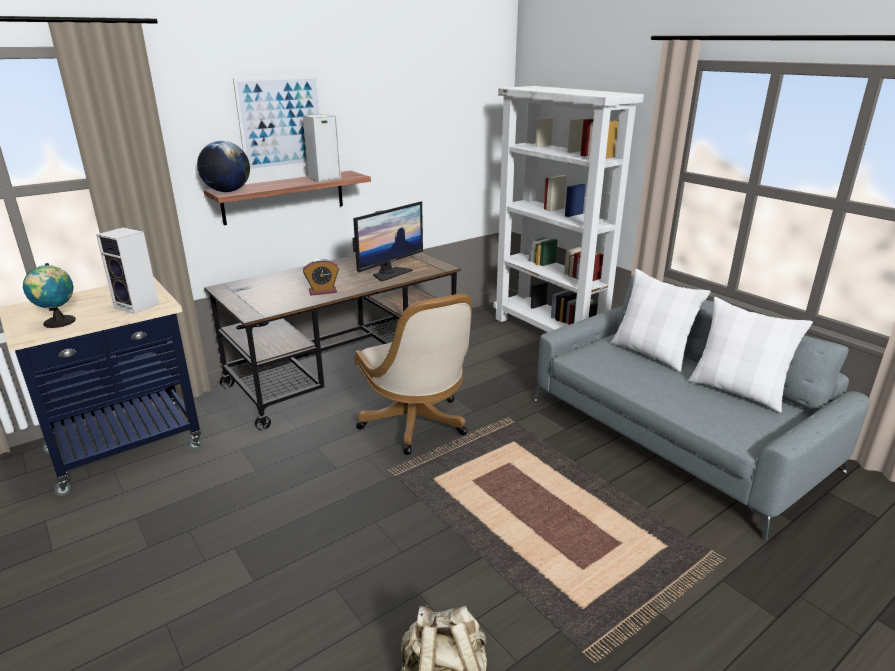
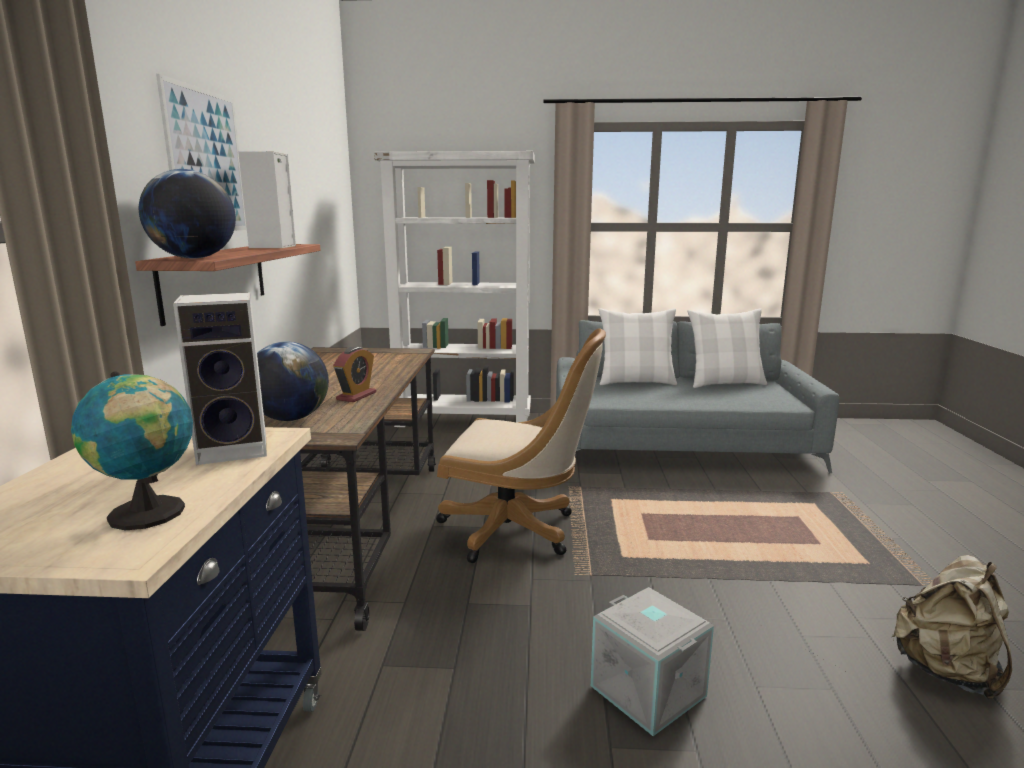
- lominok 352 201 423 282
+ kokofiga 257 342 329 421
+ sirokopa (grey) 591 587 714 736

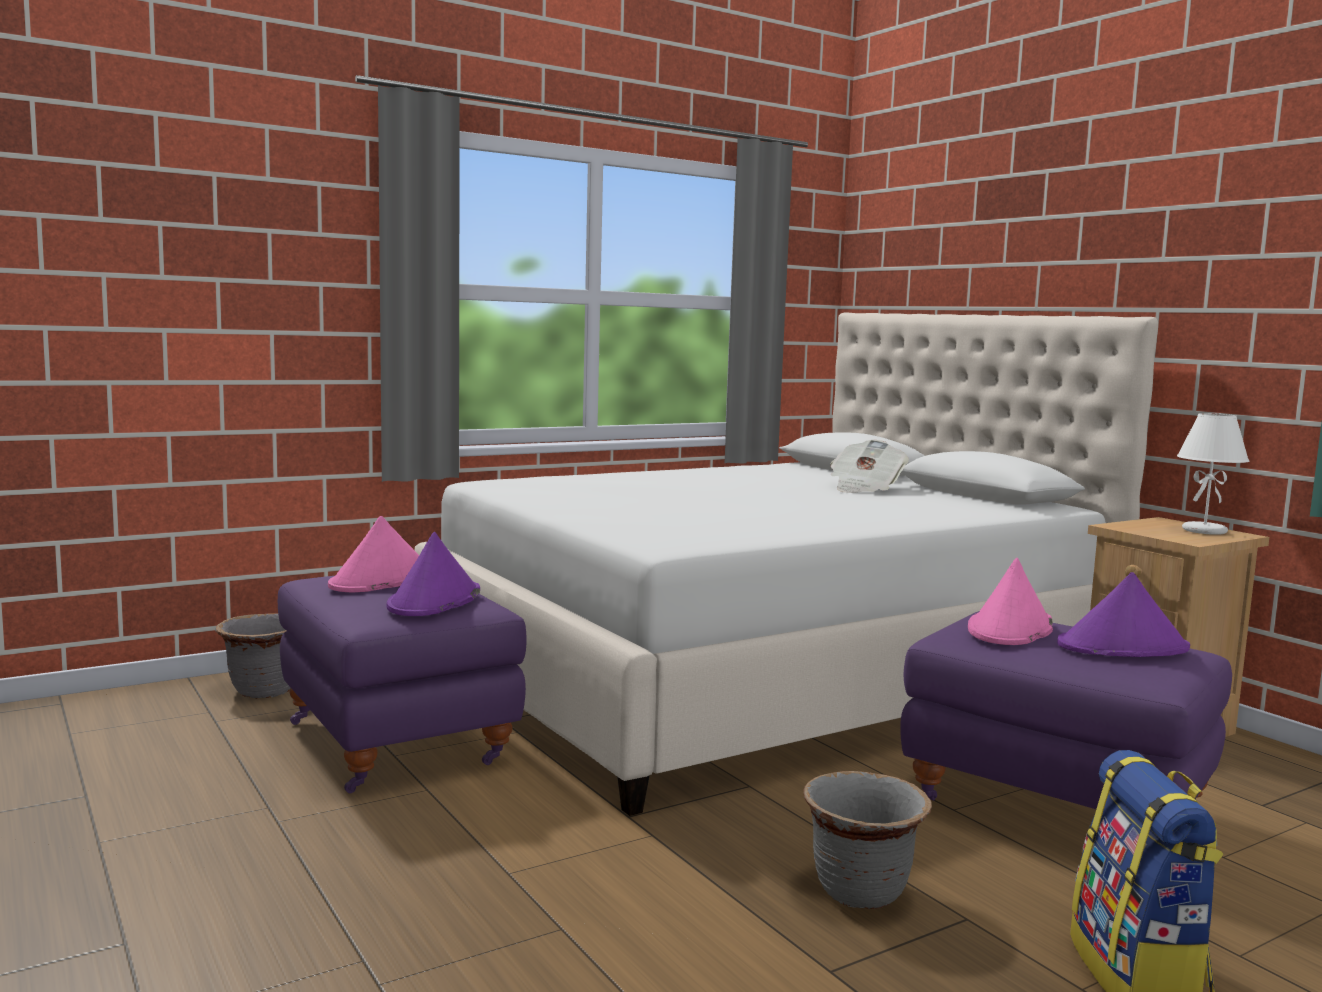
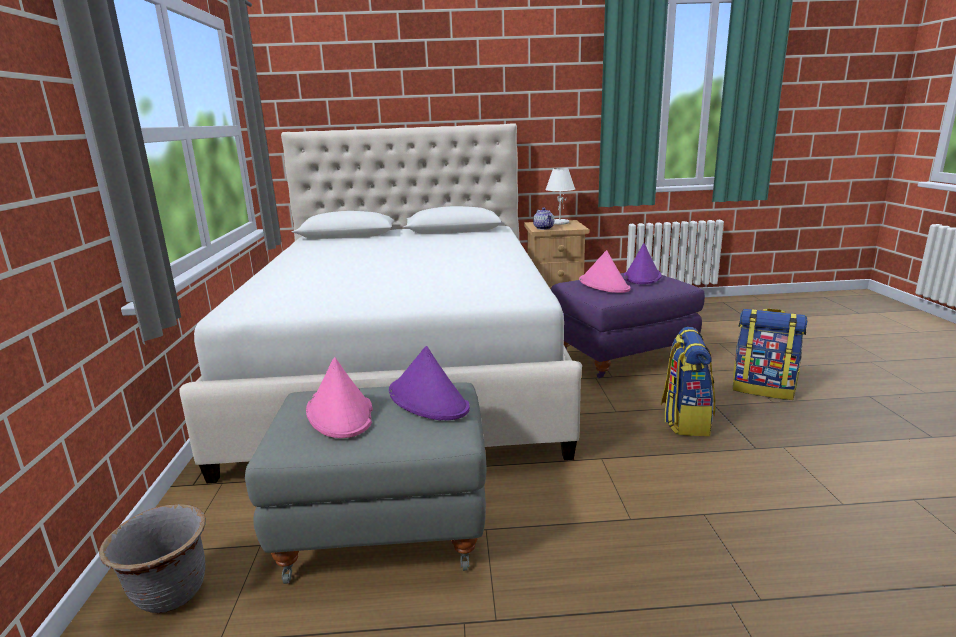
- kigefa 830 440 909 493
~ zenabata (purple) 278 575 526 793 to zenabata (grey) 245 383 486 584
~ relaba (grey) 803 771 932 909 to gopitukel 661 327 715 436
+ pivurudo 533 208 554 230

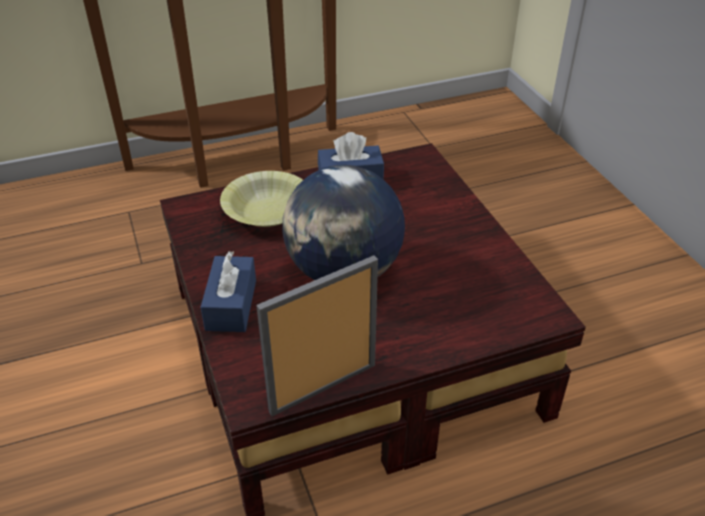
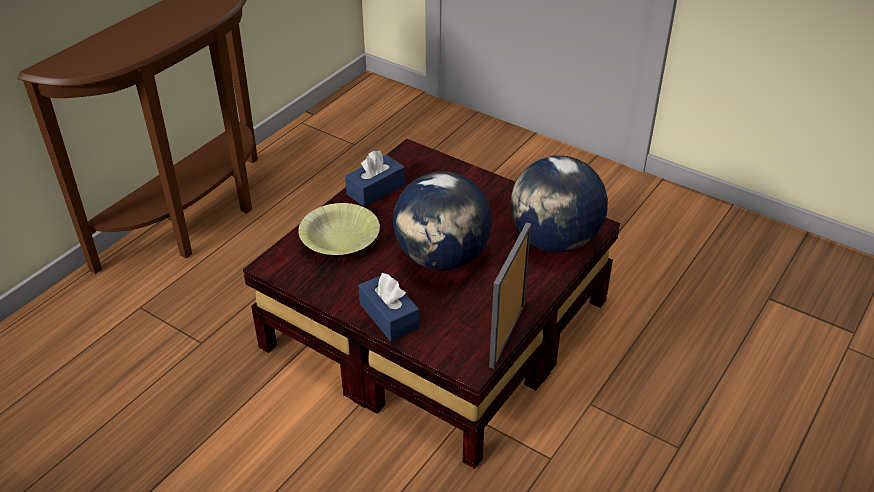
+ kokofiga 510 156 608 252

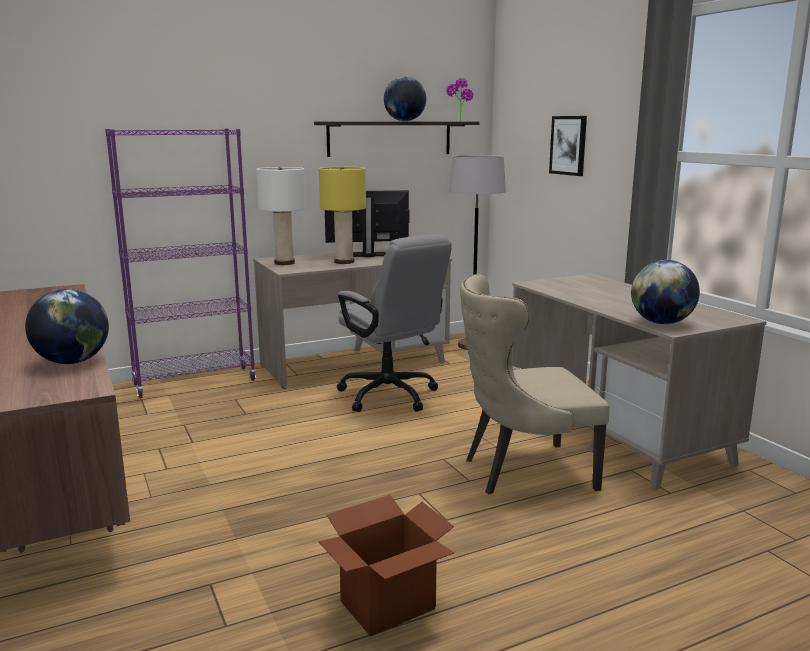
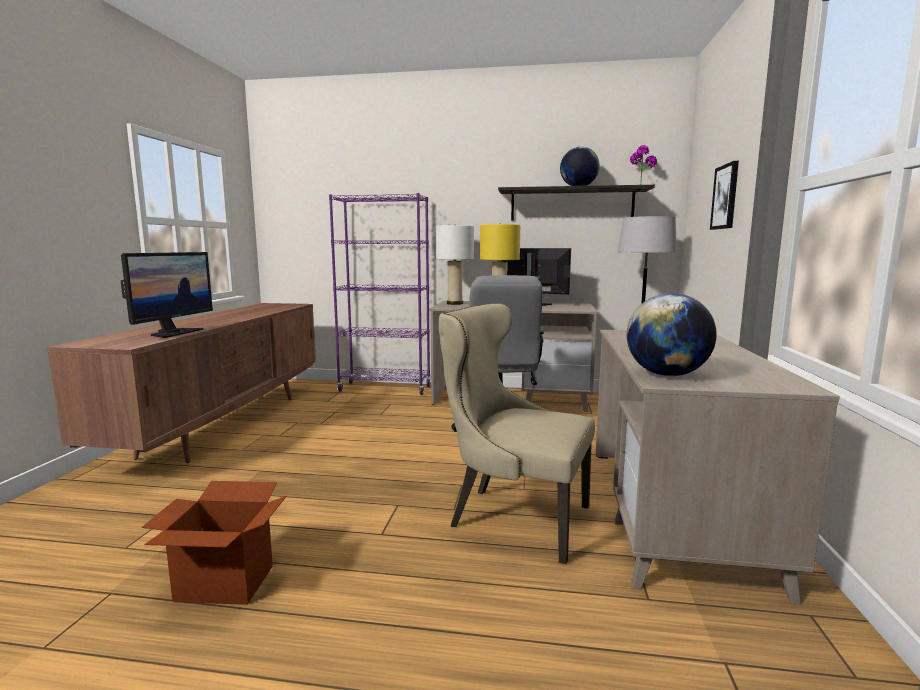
~ kokofiga 25 289 109 364 to lominok 121 252 213 338

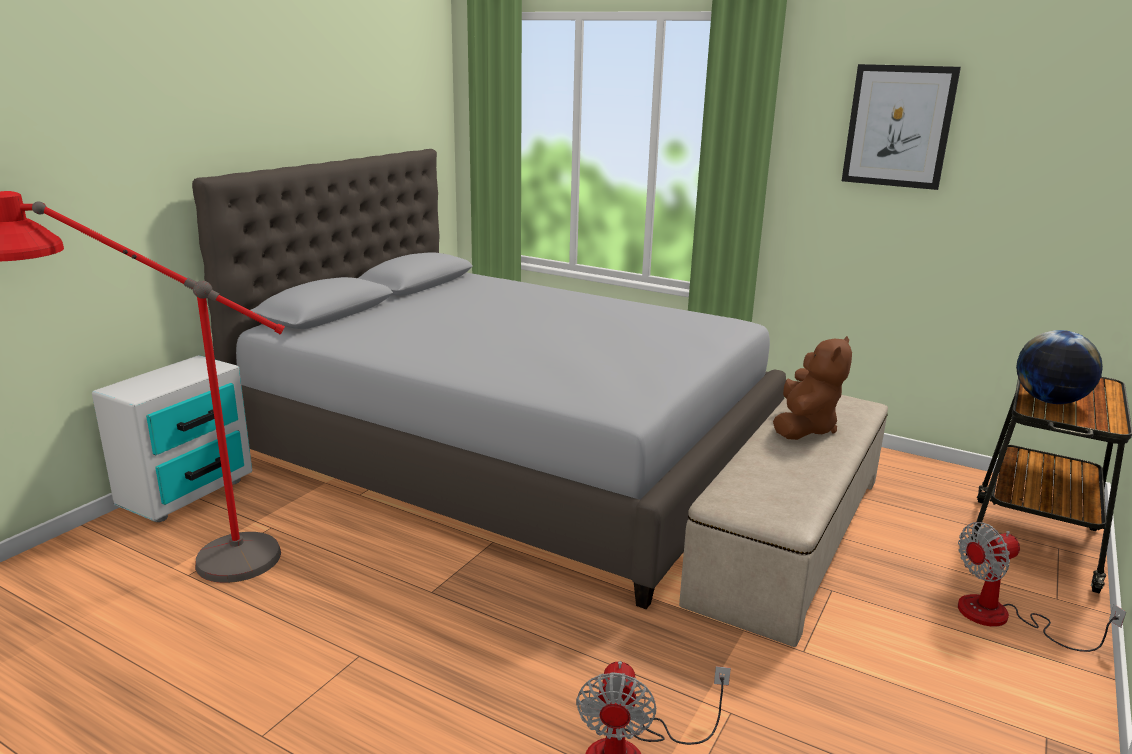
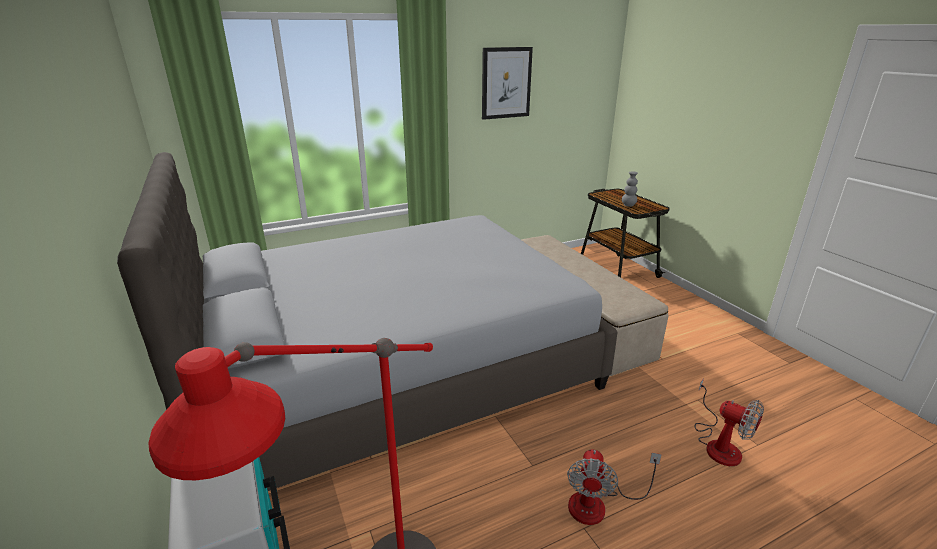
~ kokofiga 1016 330 1103 404 to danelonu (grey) 622 171 638 207
- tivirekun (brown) 773 336 852 440
~ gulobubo 958 522 1126 652 to 567 449 662 525

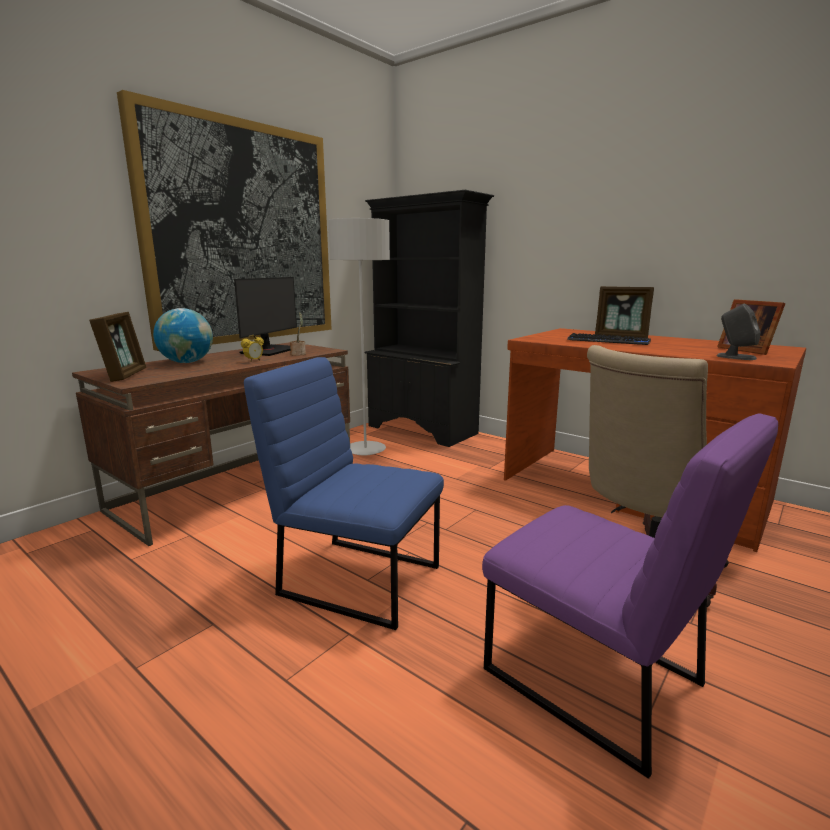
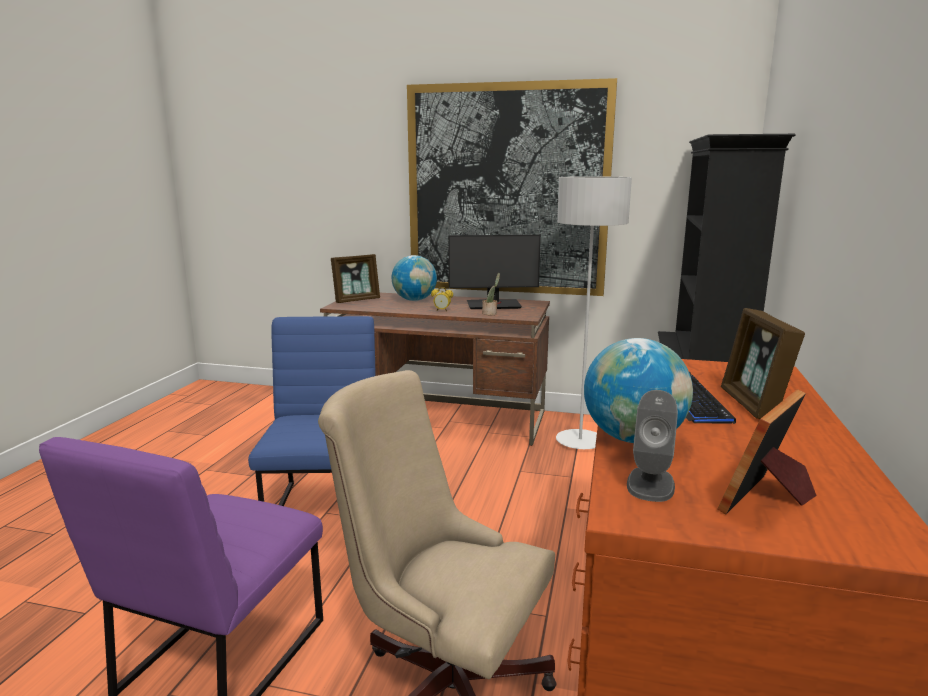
+ kokofiga 584 338 693 443

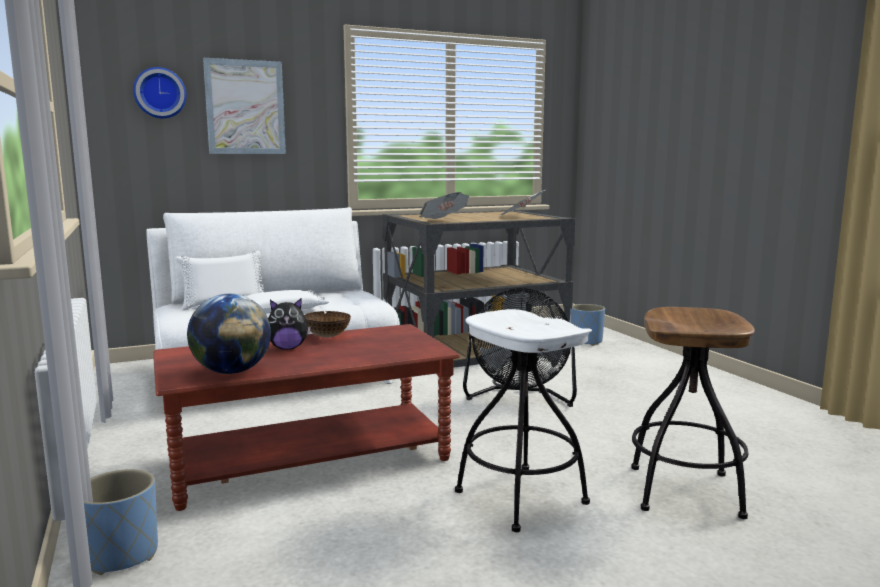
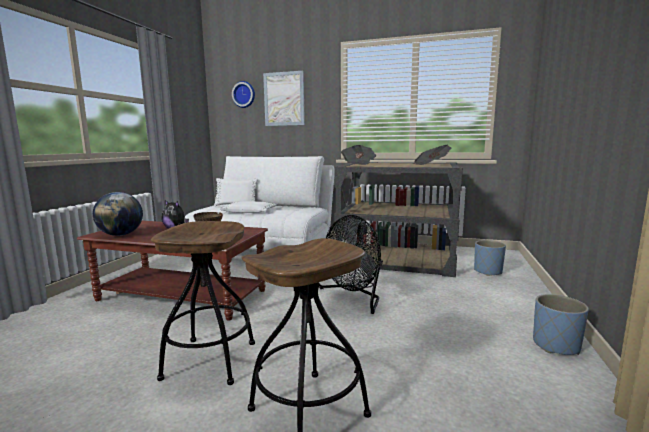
~ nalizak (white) 455 309 592 532 to nalizak (brown) 151 221 255 385
~ relaba (blue) 84 469 158 575 to 533 294 589 355

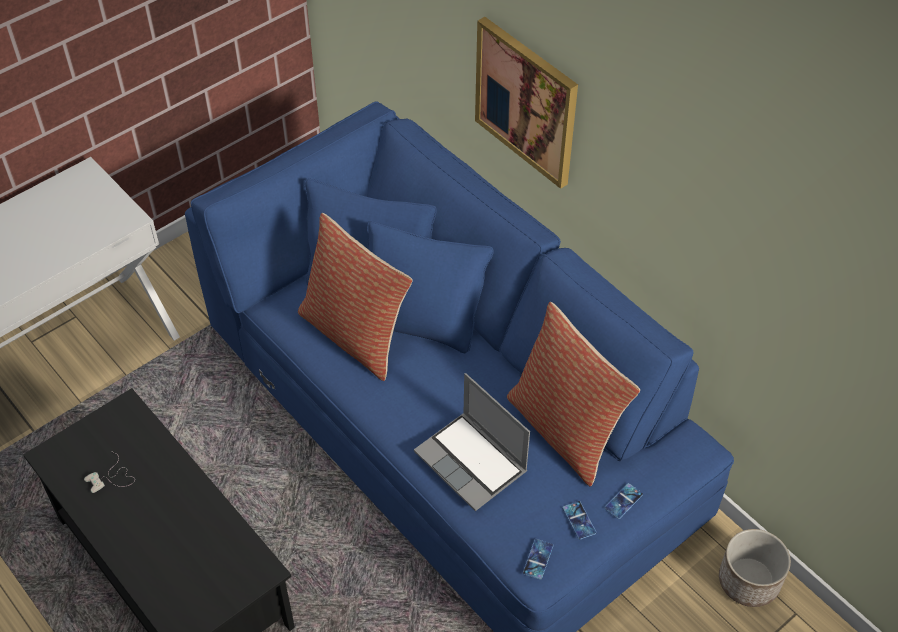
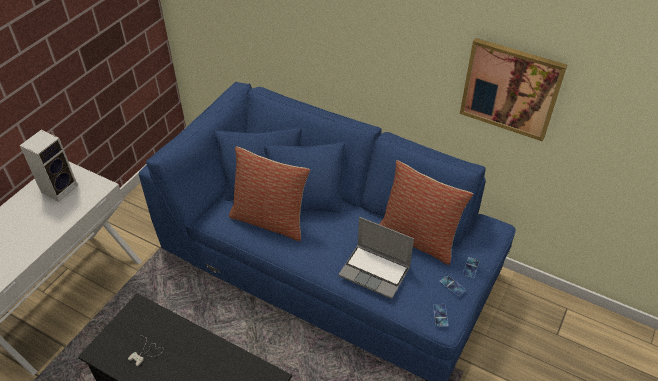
~ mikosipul 475 17 578 189 to 460 38 567 142
- relaba 719 529 791 607
+ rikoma 20 130 78 202

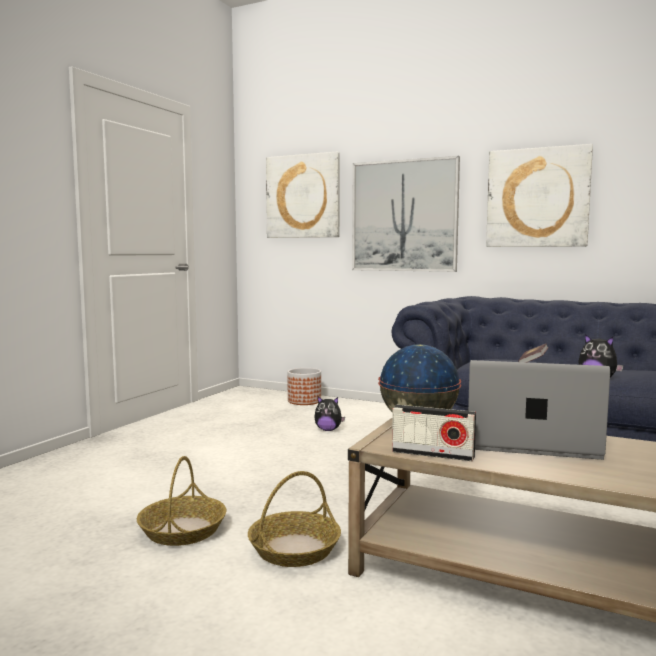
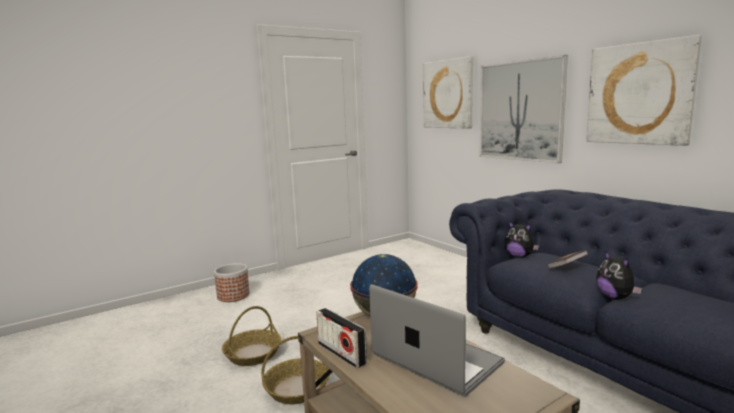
~ relaba 287 368 321 405 to 214 263 250 302
~ tivirekun 314 397 345 431 to 504 221 539 258

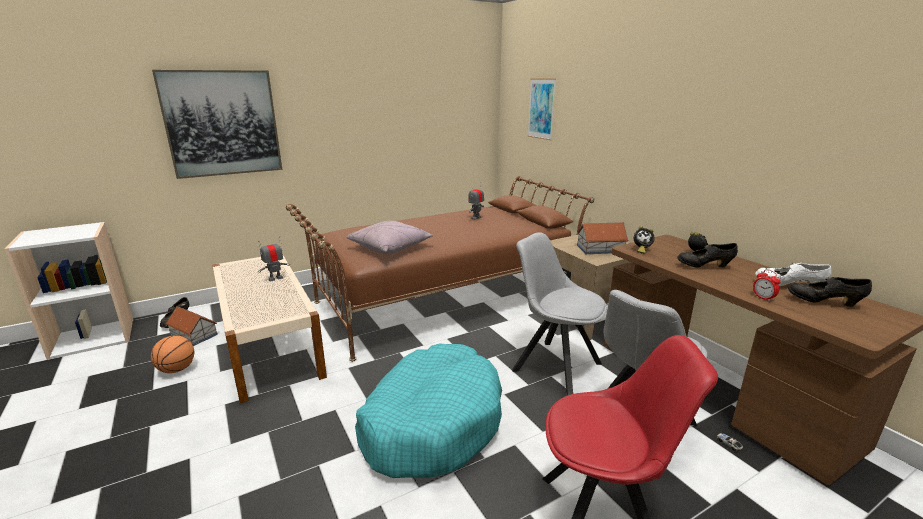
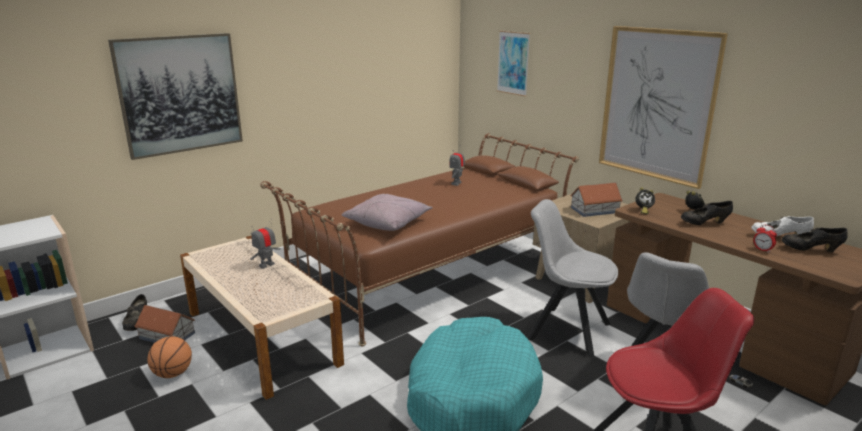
+ mikosipul 599 26 728 189

